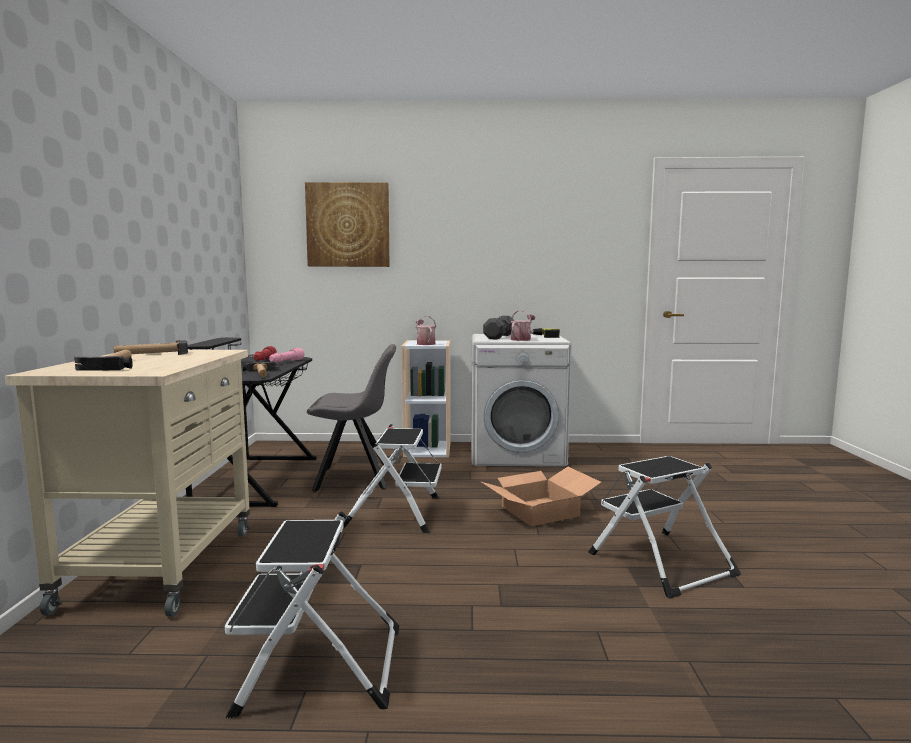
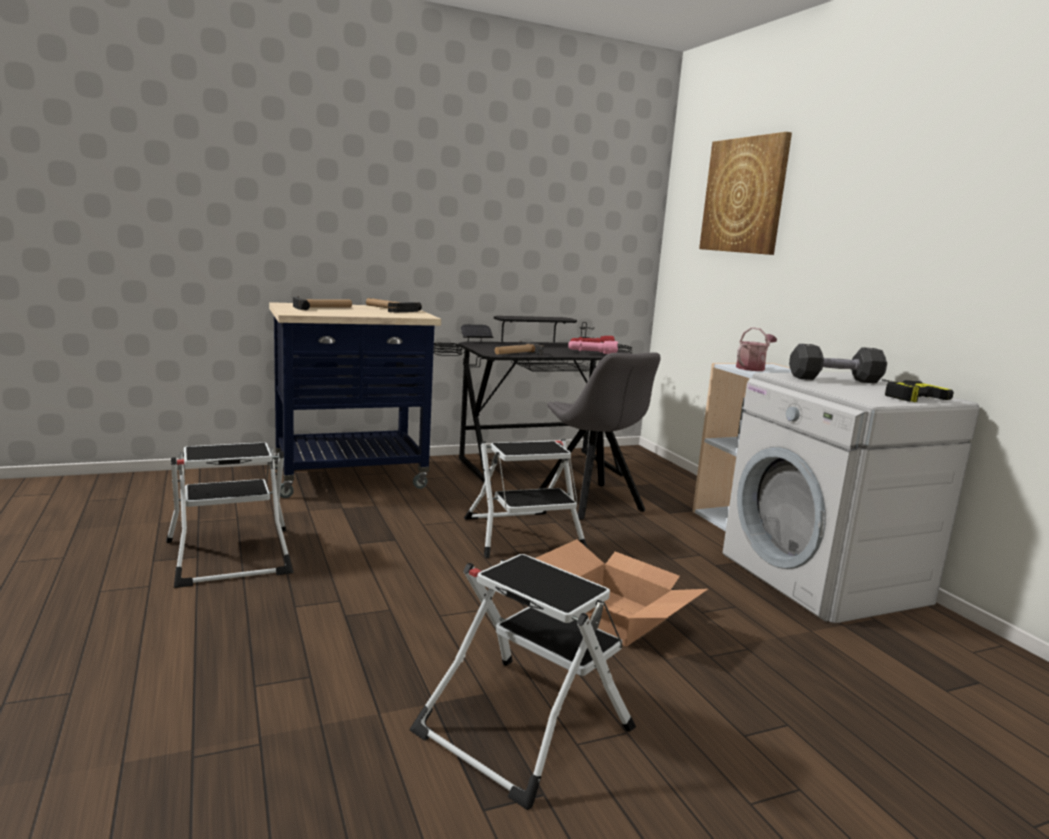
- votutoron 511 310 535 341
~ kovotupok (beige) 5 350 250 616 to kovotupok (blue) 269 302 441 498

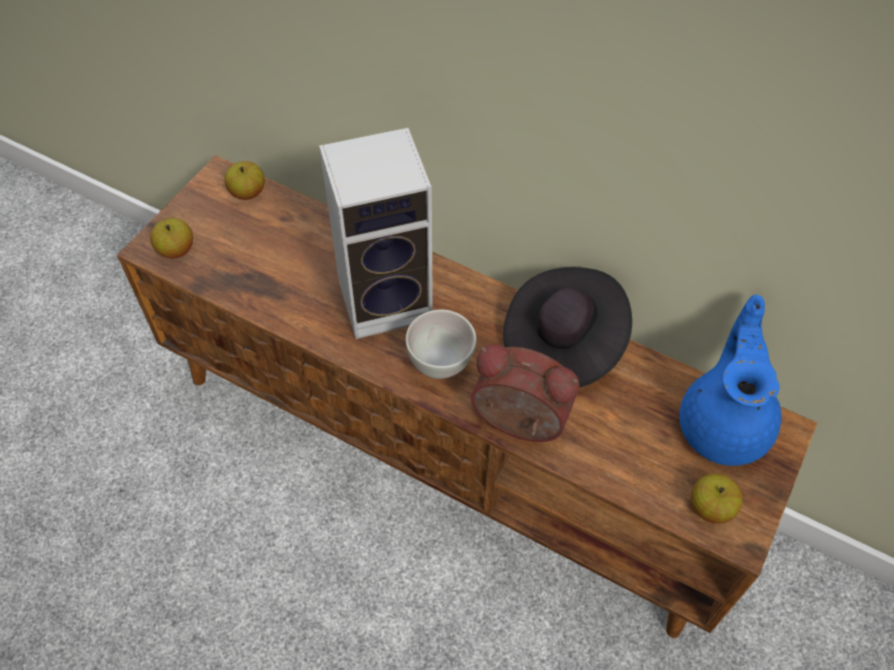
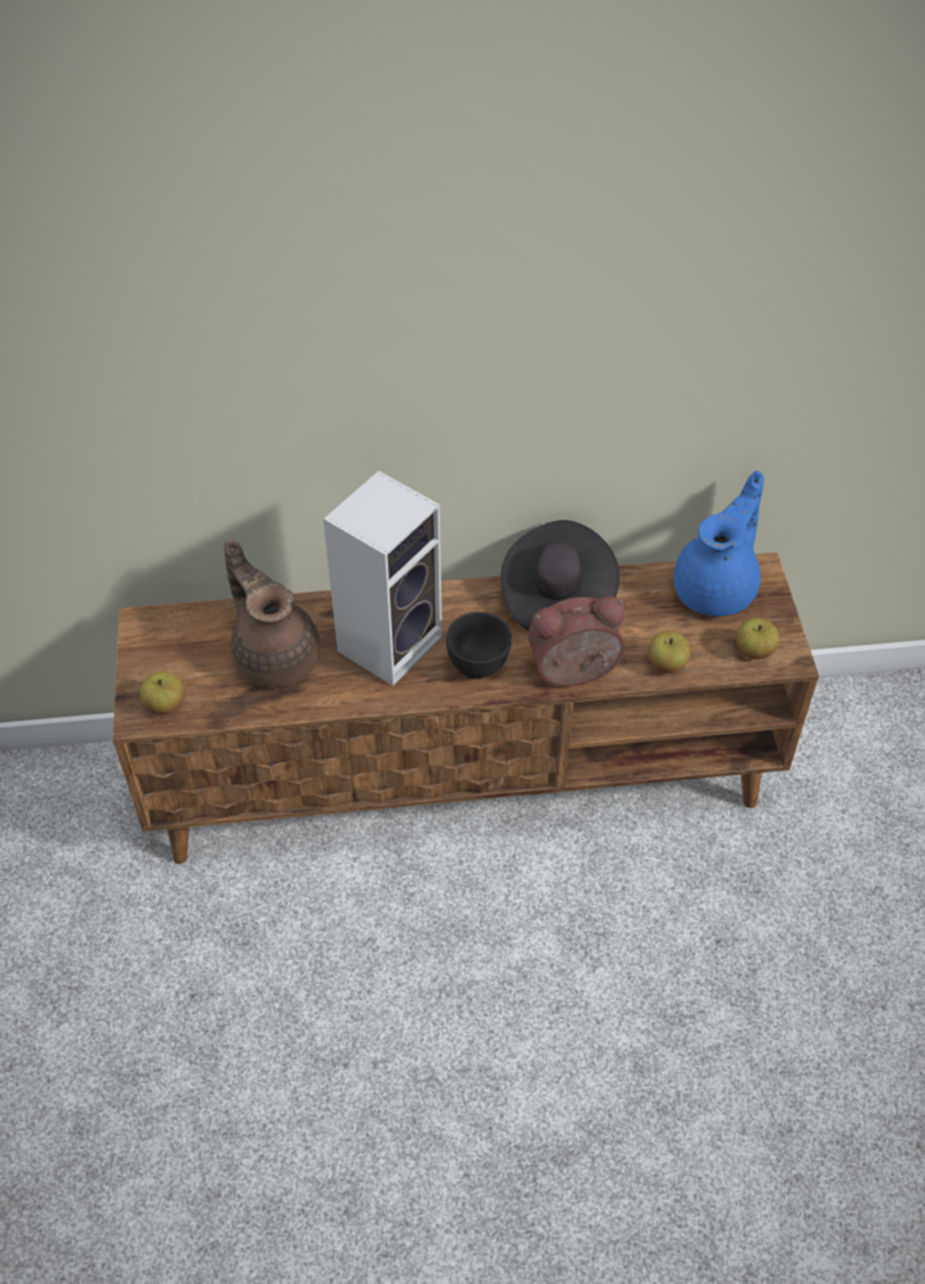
~ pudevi 224 161 265 200 to 648 631 691 673
~ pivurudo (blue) 679 294 781 466 = 674 471 764 616 60 degrees clockwise
~ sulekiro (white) 406 310 476 379 to sulekiro (black) 446 612 512 679
+ pivurudo (brown) 224 539 320 687

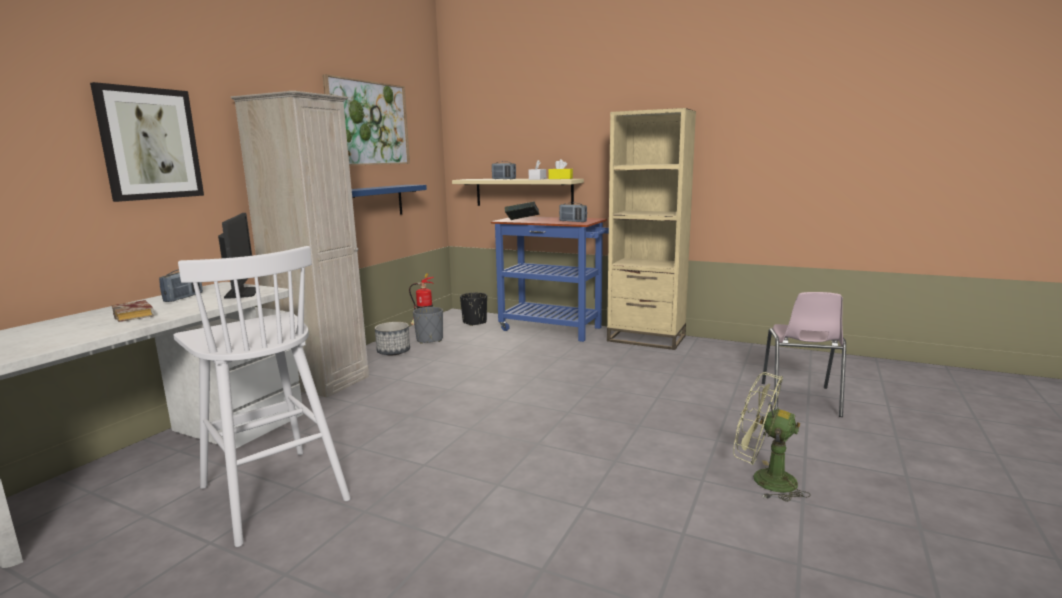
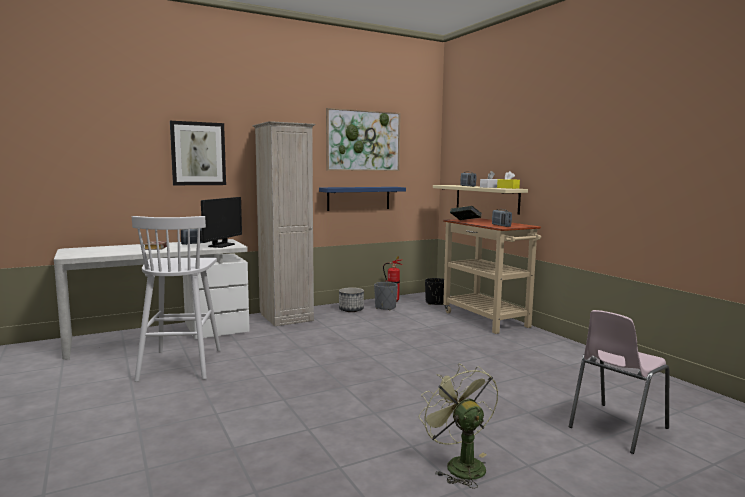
- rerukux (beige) 607 108 696 350
~ kovotupok (blue) 491 216 609 342 to kovotupok (beige) 443 218 541 334

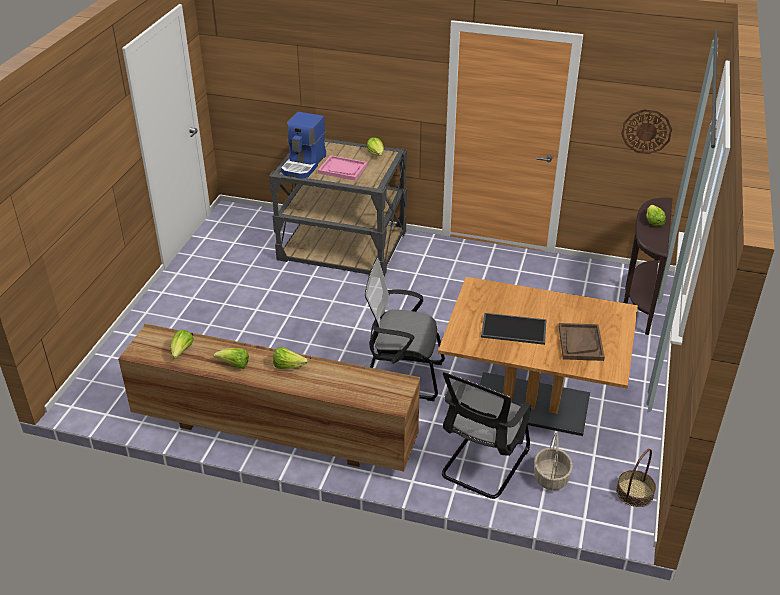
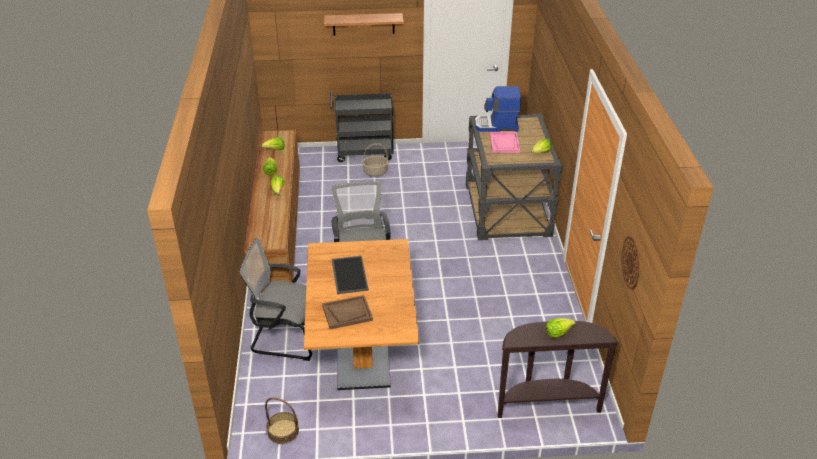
~ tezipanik 534 433 573 490 to 362 143 389 177
+ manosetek 324 13 404 36
+ kovotupok (grey) 330 91 394 162

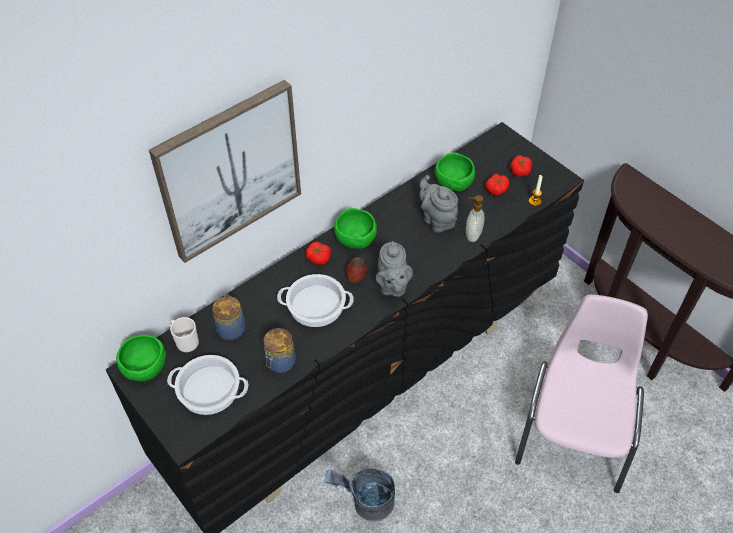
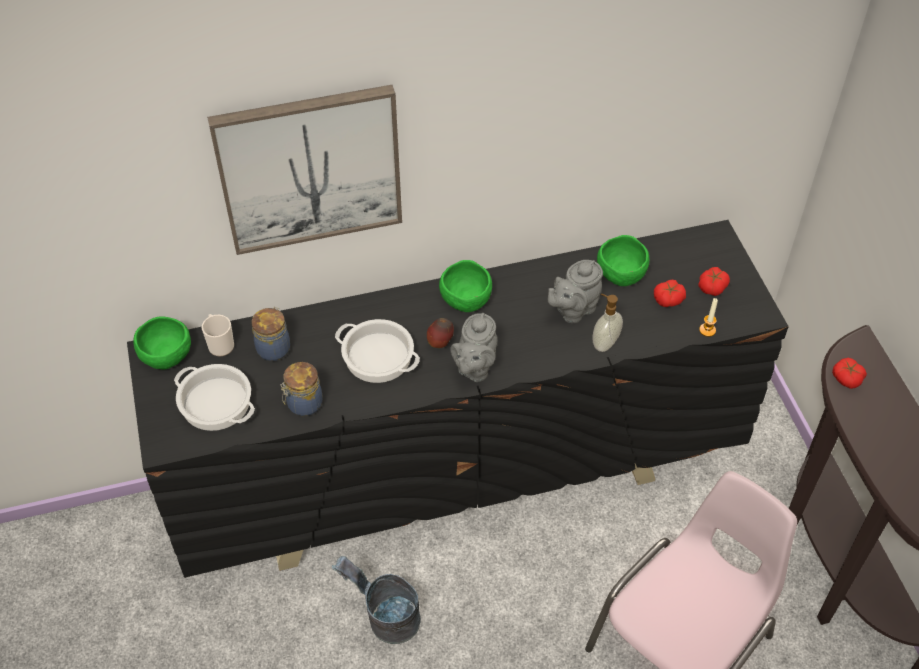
~ pivurudo (grey) 419 175 458 233 = 548 260 603 323 120 degrees counterclockwise
~ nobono 306 242 331 265 to 832 358 867 389

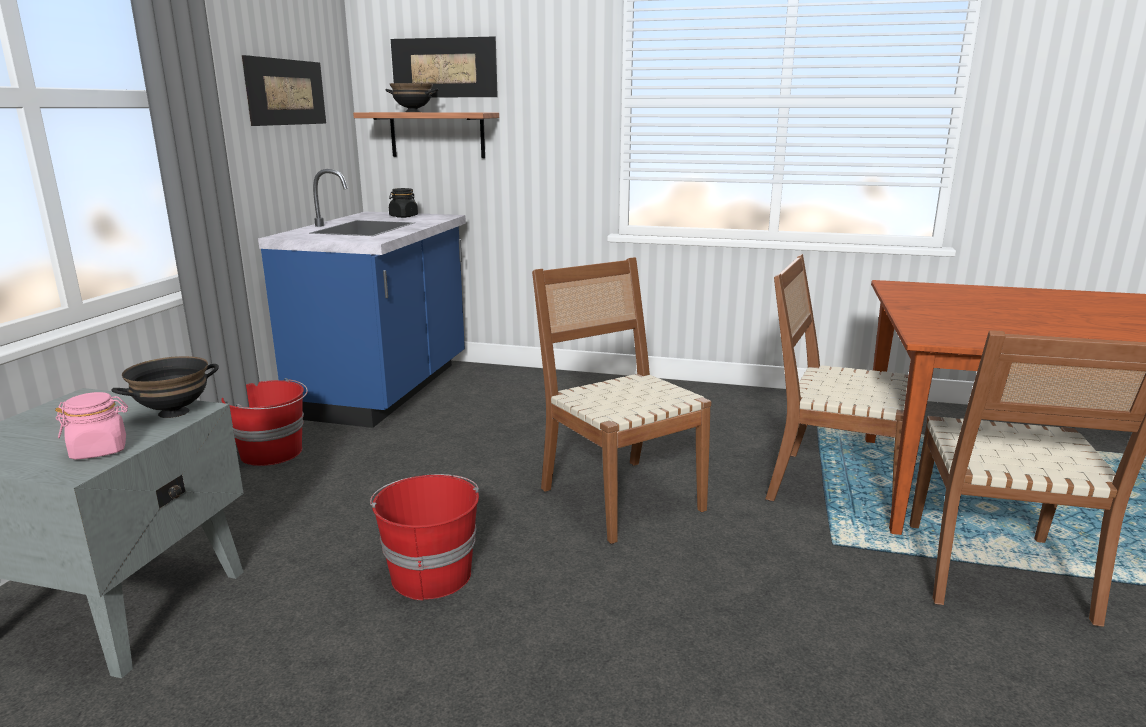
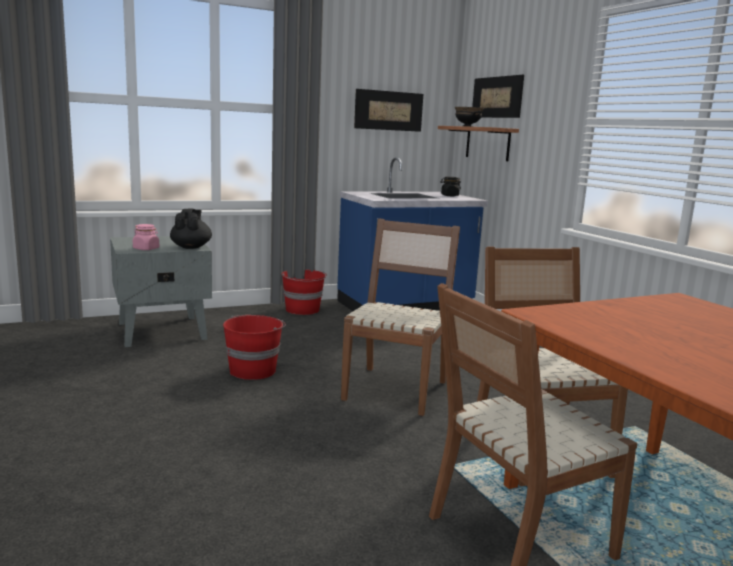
~ sulekiro (black) 111 356 219 418 to pivurudo (black) 170 209 212 249

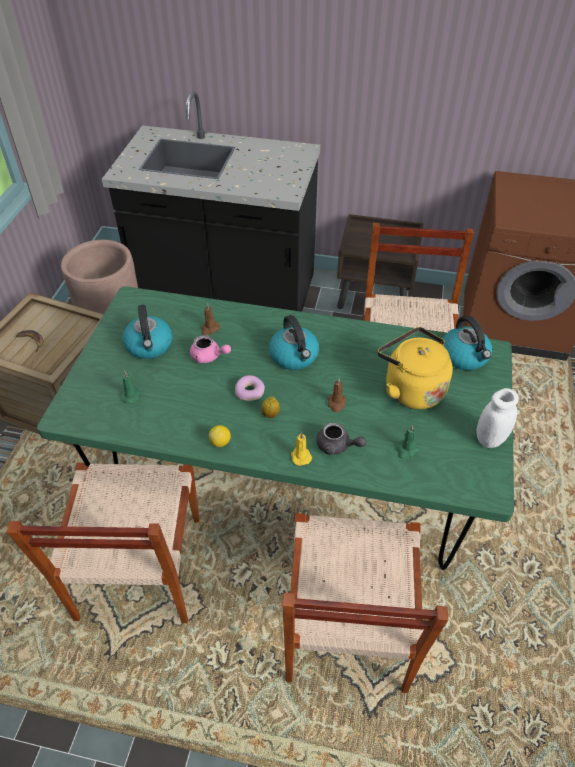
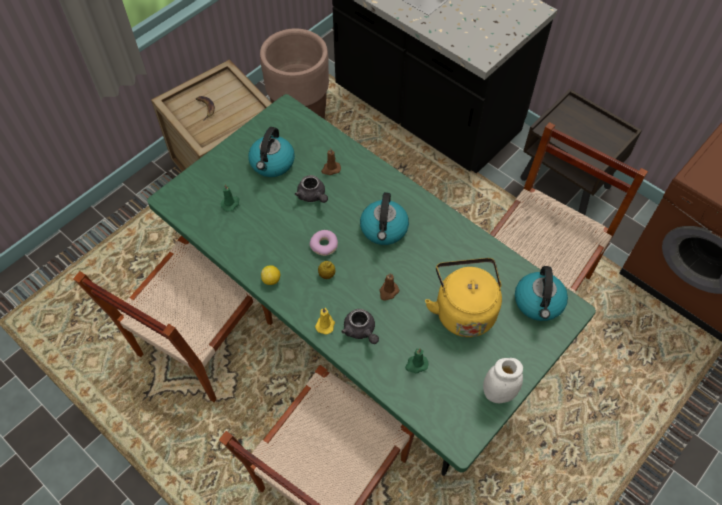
~ pivurudo (pink) 190 335 231 363 to pivurudo (grey) 295 175 328 203

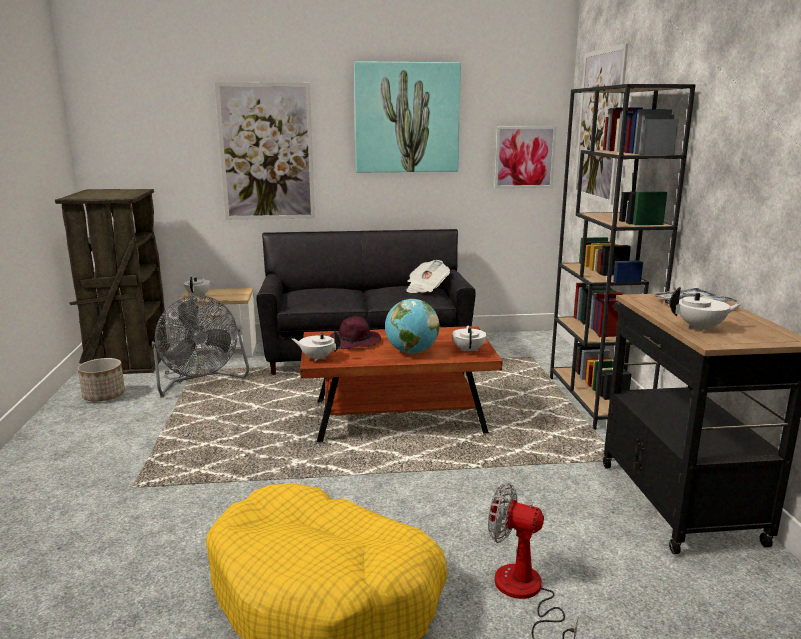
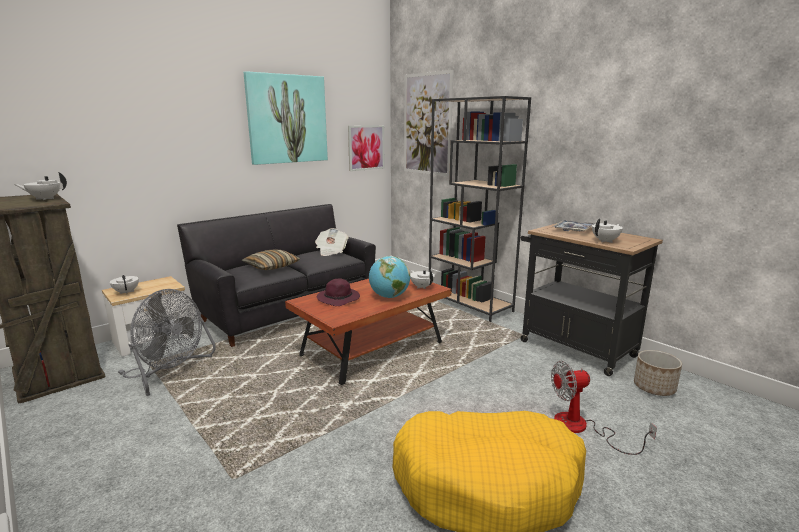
- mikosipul 215 82 315 220
~ pivurudo (white) 292 330 341 361 to 14 172 67 200
~ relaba 78 358 125 401 to 634 350 682 396
+ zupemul 242 250 300 270

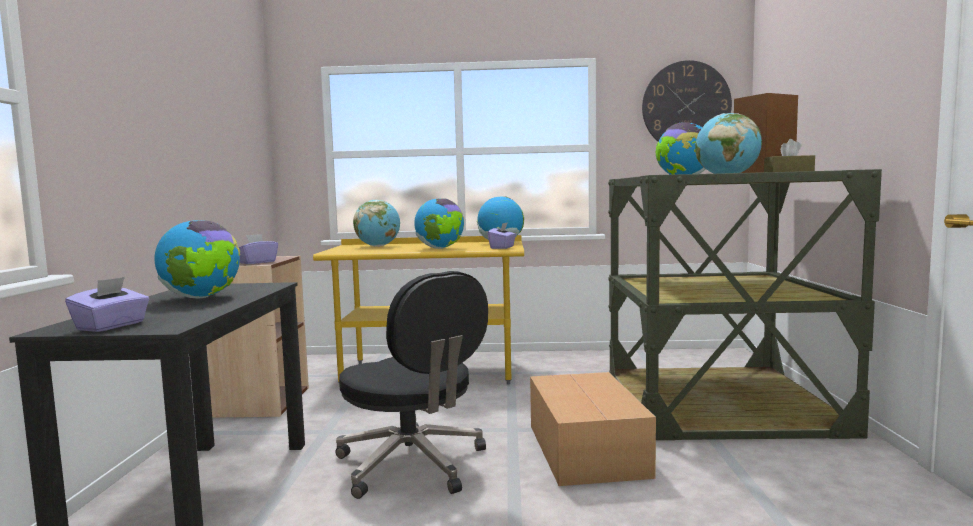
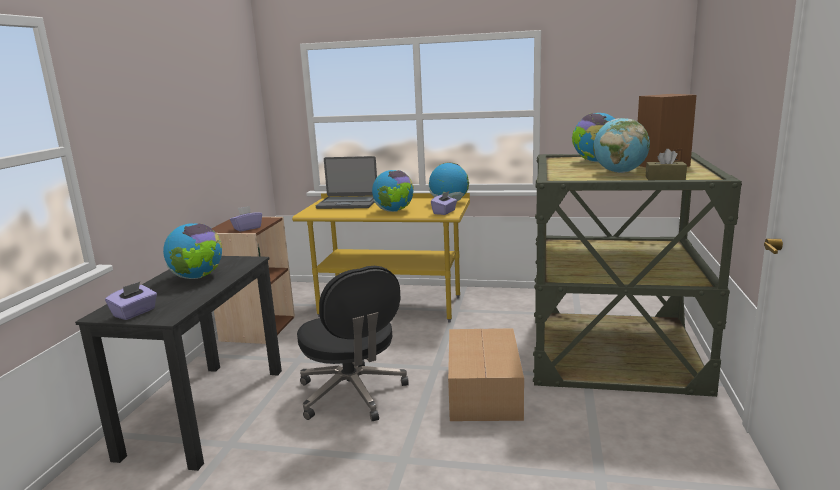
- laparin 642 60 732 142
~ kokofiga 353 200 400 247 to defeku 316 156 377 209

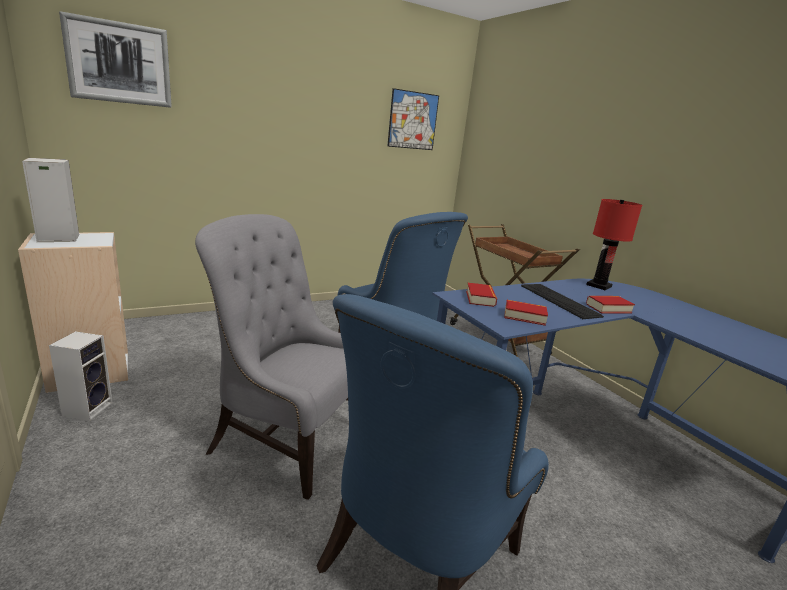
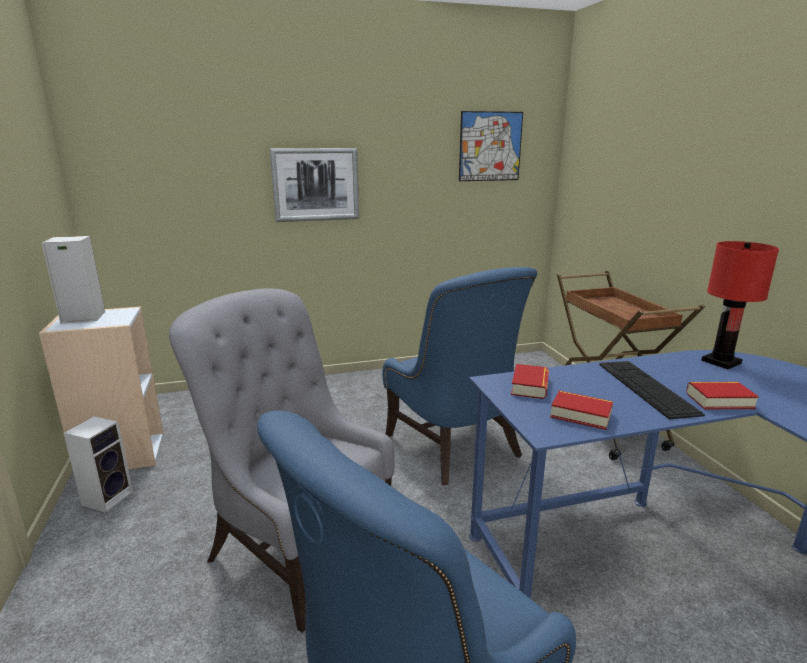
~ mikosipul 59 11 172 108 to 270 148 359 222

